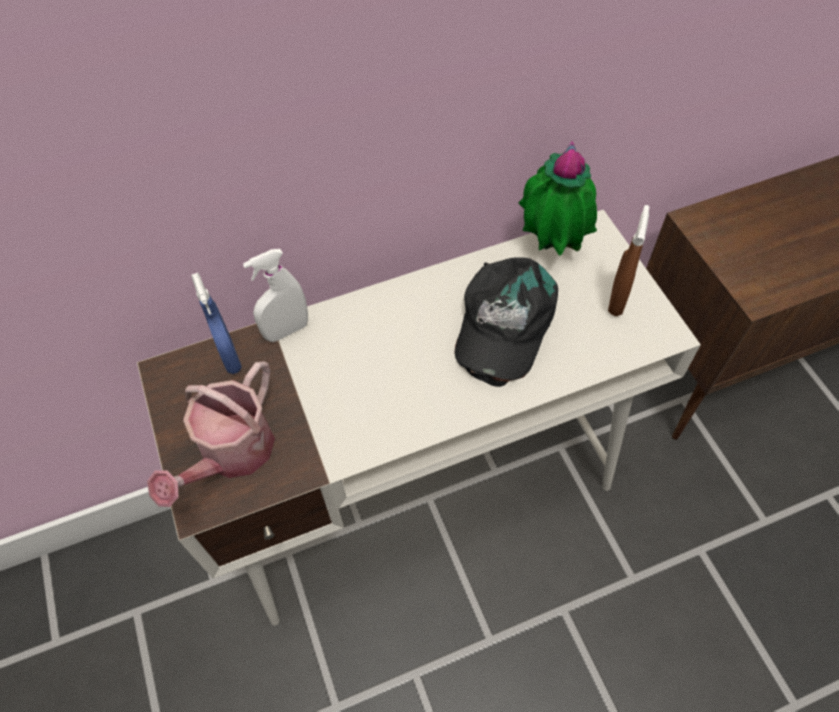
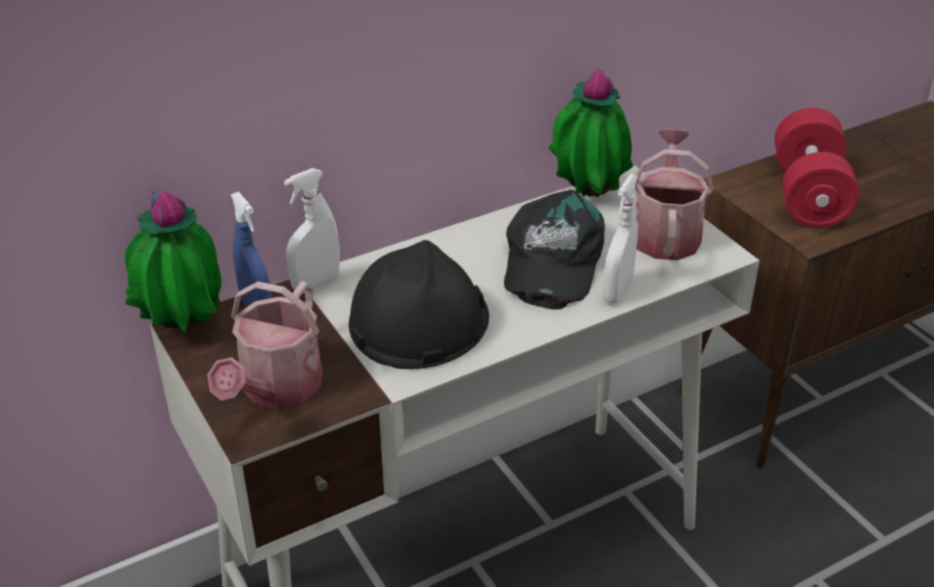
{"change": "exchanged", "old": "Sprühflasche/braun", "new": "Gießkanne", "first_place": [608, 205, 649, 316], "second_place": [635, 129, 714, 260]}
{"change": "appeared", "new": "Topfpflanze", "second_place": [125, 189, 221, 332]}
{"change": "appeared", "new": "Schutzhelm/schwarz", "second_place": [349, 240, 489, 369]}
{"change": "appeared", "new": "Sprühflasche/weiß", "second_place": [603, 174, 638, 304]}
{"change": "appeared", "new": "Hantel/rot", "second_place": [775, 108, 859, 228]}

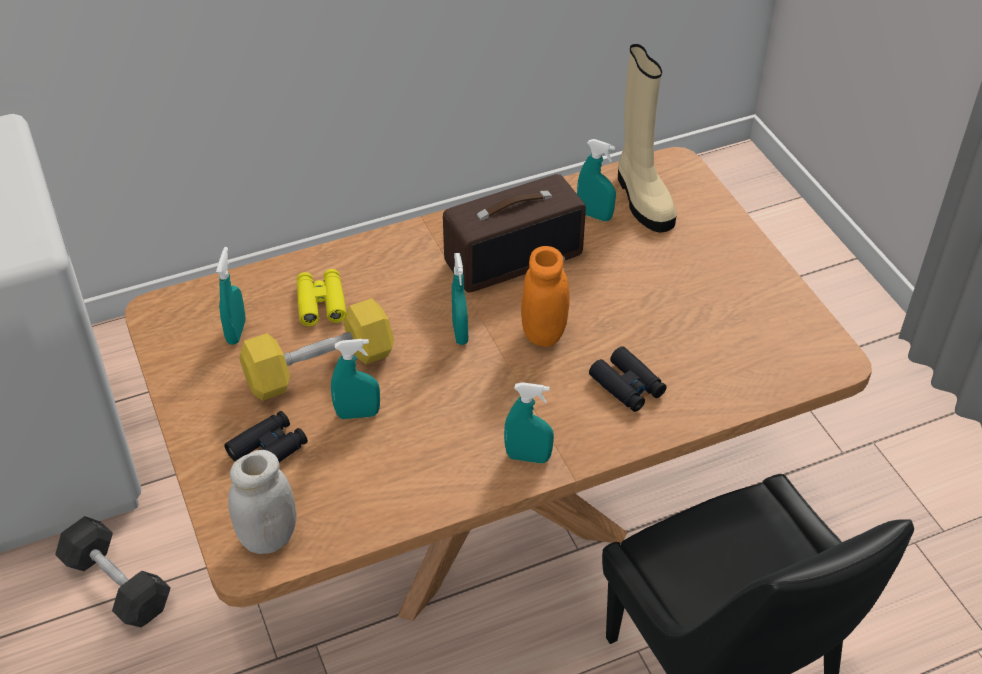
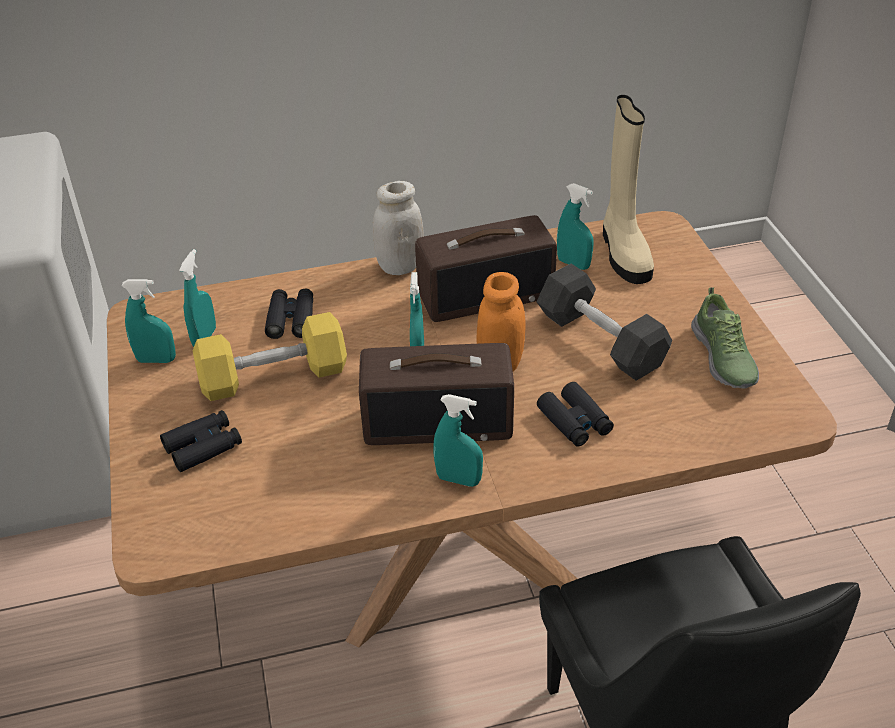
{"change": "relocated", "old": "Hantel/grau", "first_place": [55, 516, 171, 627], "second_place": [537, 263, 672, 381]}
{"change": "relocated", "old": "Vorratsglas/weiß", "first_place": [228, 450, 296, 554], "second_place": [373, 181, 424, 275]}
{"change": "colour", "old": "Fernglas/gelb", "new": "Fernglas/schwarz", "first_place": [297, 269, 346, 326], "second_place": [265, 289, 313, 339]}
{"change": "relocated", "old": "Sprühflasche/türkis", "first_place": [331, 339, 380, 419], "second_place": [121, 279, 176, 363]}
{"change": "appeared", "new": "Radio", "second_place": [359, 343, 514, 445]}
{"change": "appeared", "new": "Schuh", "second_place": [691, 287, 759, 389]}

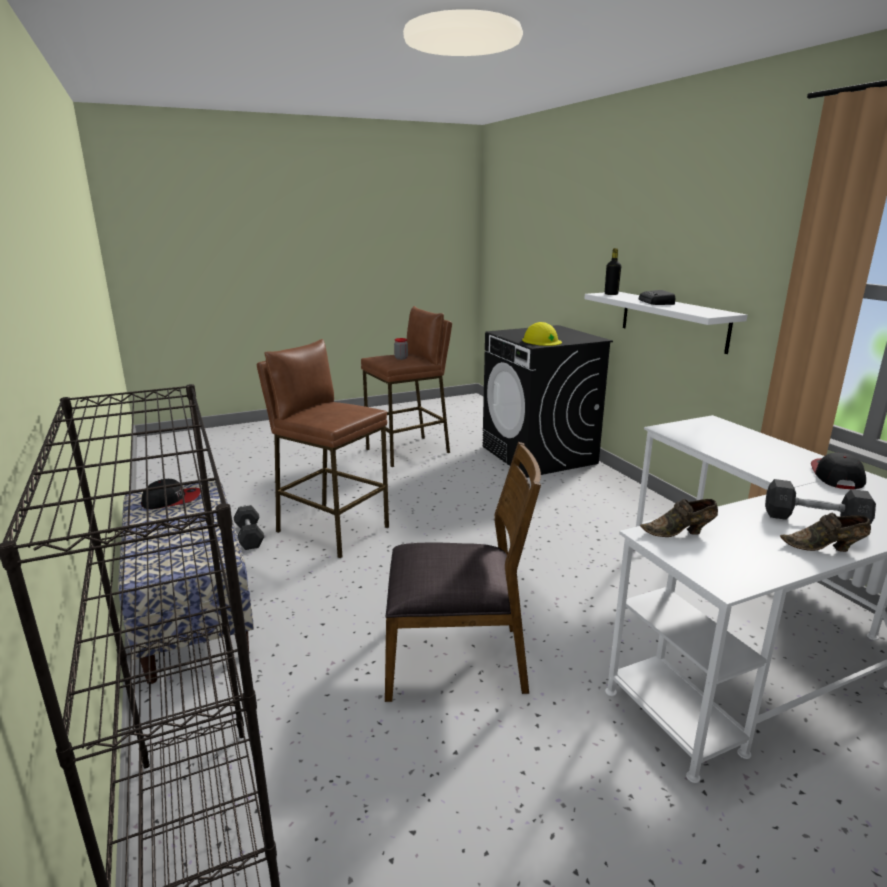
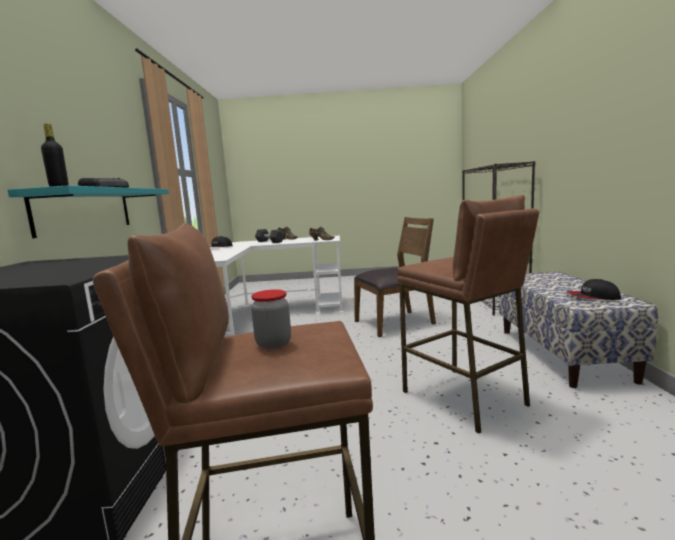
{"change": "missing", "old": "Hantel/grau", "first_place": [234, 505, 264, 550]}
{"change": "spun", "old": "Stuhl/braun", "first_place": [385, 442, 541, 702], "second_place": [354, 217, 436, 337], "degrees": 135}
{"change": "missing", "old": "Schutzhelm/gelb", "first_place": [522, 322, 562, 346]}
{"change": "colour", "old": "Wandregal/weiß", "new": "Wandregal/türkis", "first_place": [584, 292, 748, 354], "second_place": [8, 185, 169, 238]}

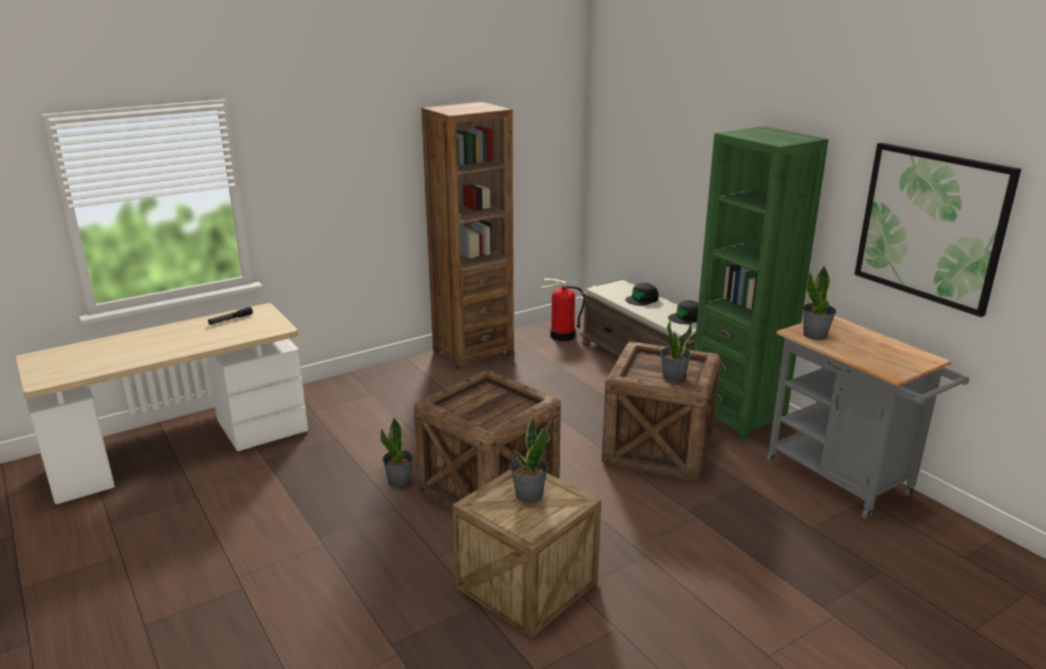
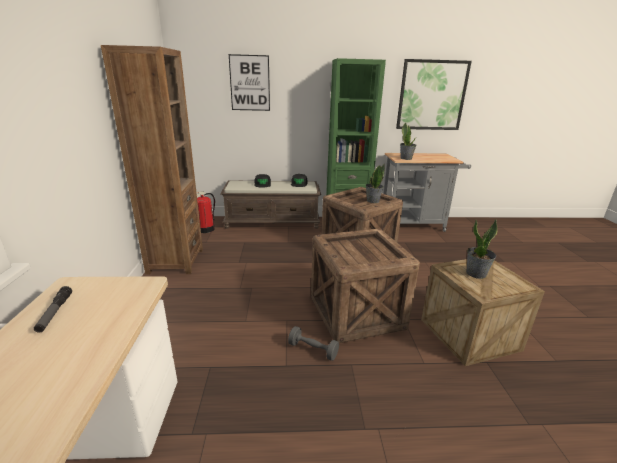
{"change": "exchanged", "old": "Topfpflanze", "new": "Hantel/grau", "first_place": [380, 417, 413, 487], "second_place": [288, 326, 339, 361]}
{"change": "appeared", "new": "Bild", "second_place": [229, 54, 270, 111]}

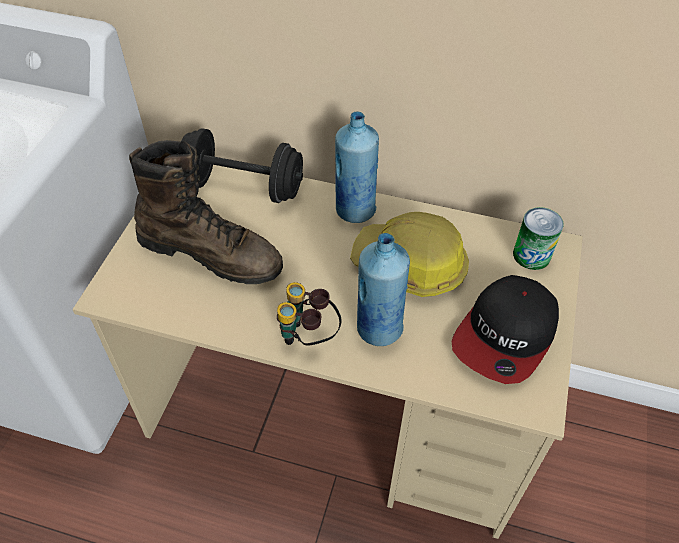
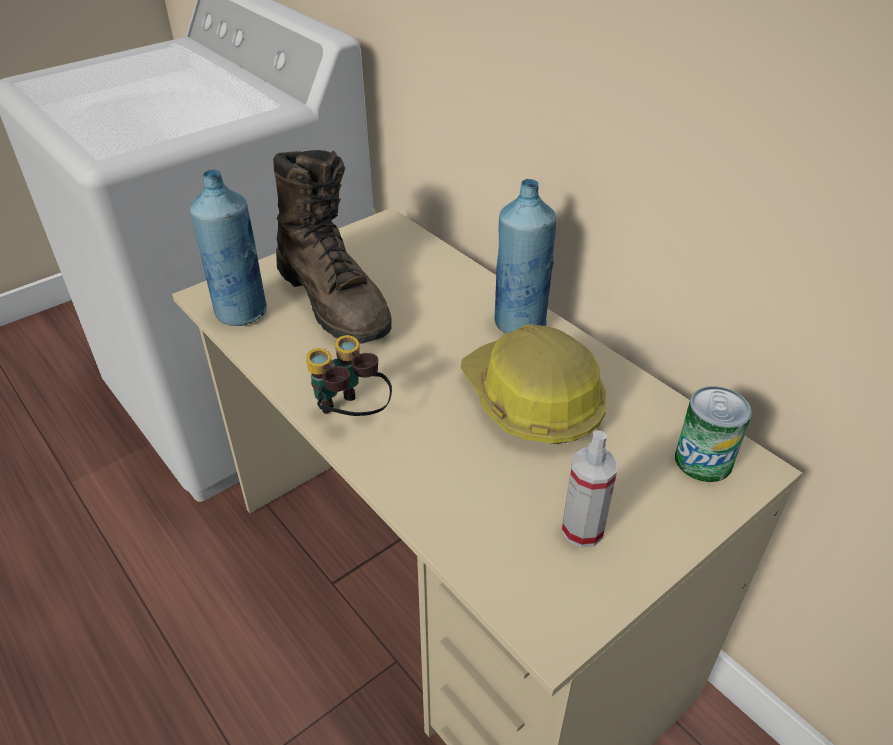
{"change": "missing", "old": "Hantel/schwarz", "first_place": [181, 128, 303, 203]}
{"change": "relocated", "old": "Flasche/blau", "first_place": [357, 233, 410, 346], "second_place": [190, 169, 267, 326]}
{"change": "exchanged", "old": "Kappe", "new": "Sprühflasche", "first_place": [452, 275, 559, 384], "second_place": [562, 430, 618, 548]}

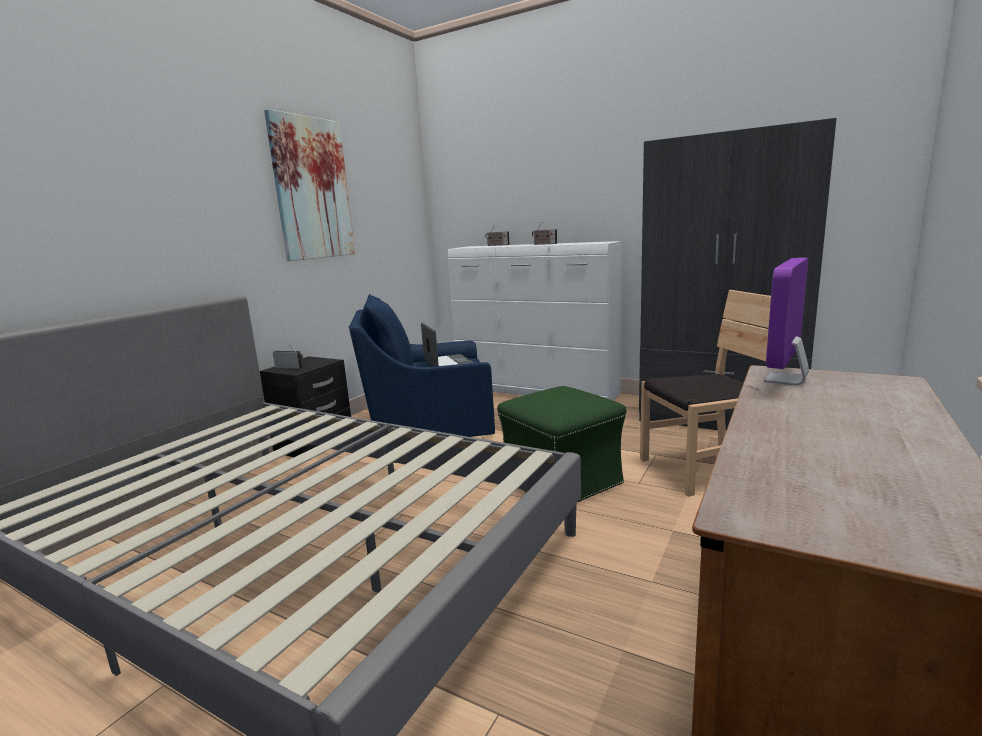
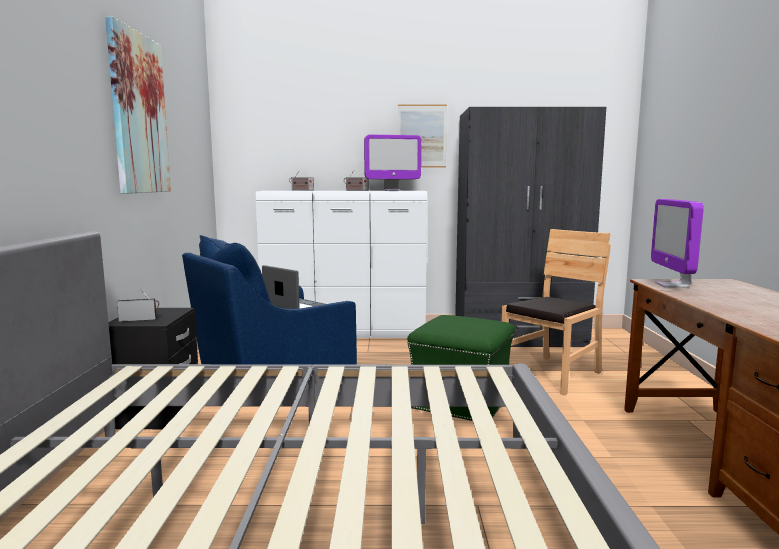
{"change": "appeared", "new": "Monitor", "second_place": [364, 135, 422, 191]}
{"change": "appeared", "new": "Bild", "second_place": [398, 104, 447, 167]}

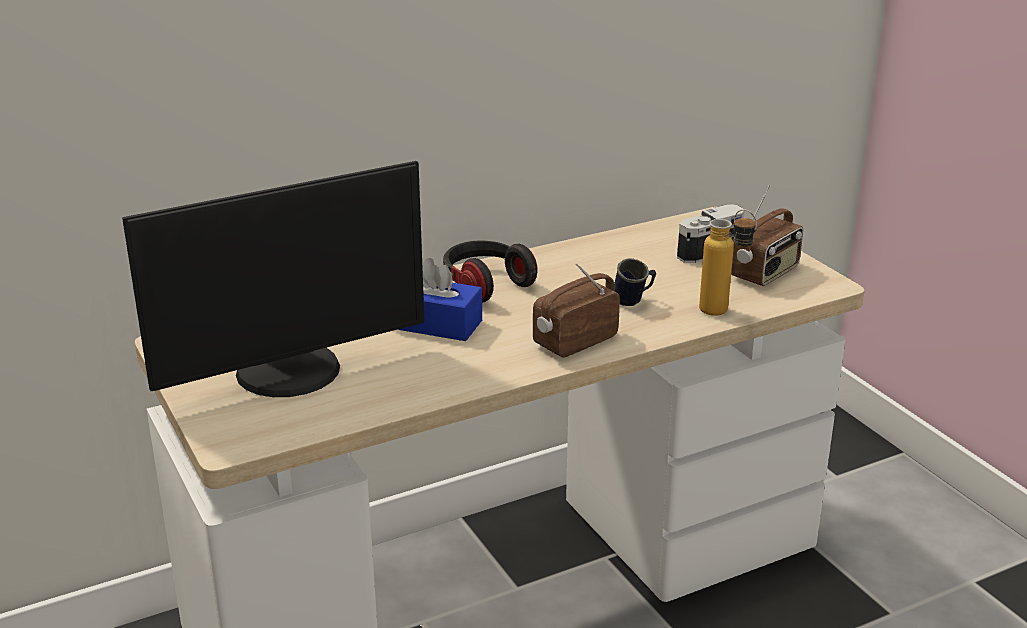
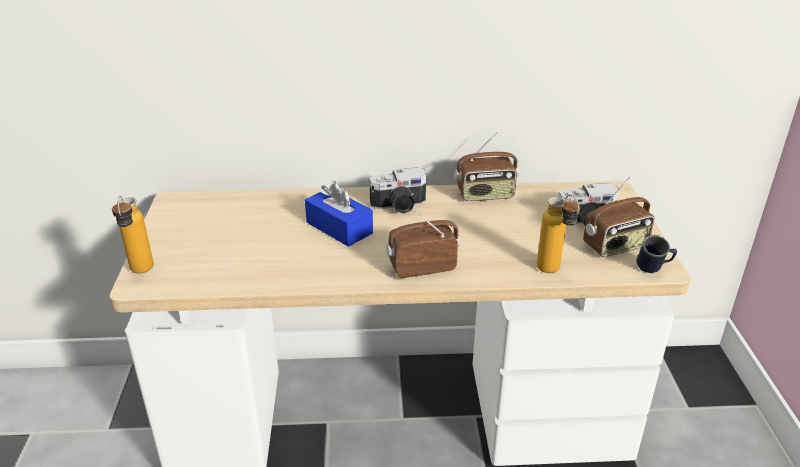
{"change": "missing", "old": "Monitor", "first_place": [122, 161, 425, 397]}
{"change": "exchanged", "old": "Kopfhörer", "new": "Kamera", "first_place": [443, 241, 538, 303], "second_place": [369, 167, 426, 214]}
{"change": "relocated", "old": "Henkelbecher/blau", "first_place": [614, 258, 656, 306], "second_place": [637, 235, 677, 273]}
{"change": "appeared", "new": "Flasche", "second_place": [112, 196, 154, 273]}
{"change": "appeared", "new": "Radio", "second_place": [455, 132, 519, 201]}

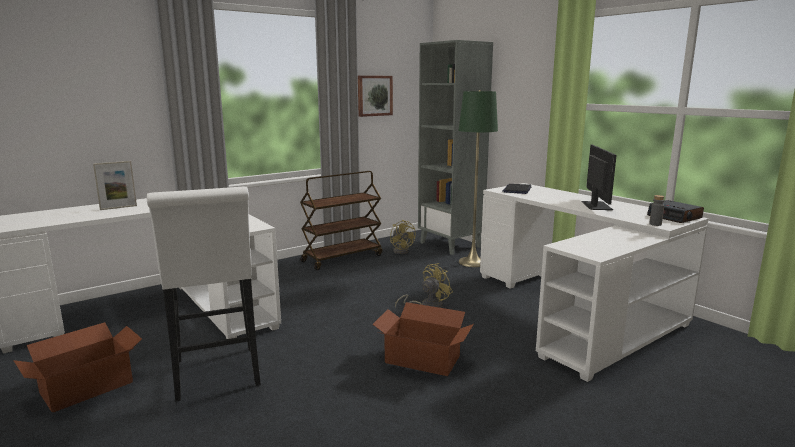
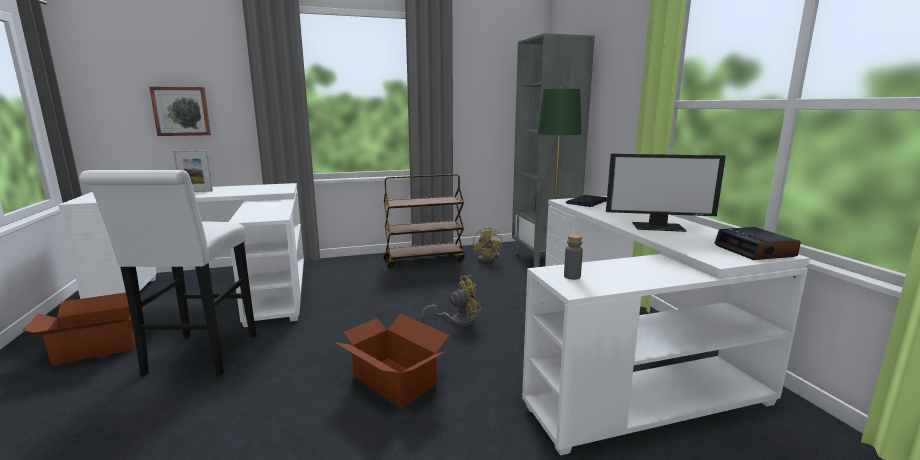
{"change": "relocated", "old": "Bild", "first_place": [358, 75, 393, 117], "second_place": [149, 87, 211, 136]}
{"change": "spun", "old": "Monitor", "first_place": [582, 145, 617, 210], "second_place": [606, 153, 726, 232], "degrees": 75}
{"change": "relocated", "old": "Flasche/grau", "first_place": [649, 195, 664, 226], "second_place": [564, 234, 583, 280]}

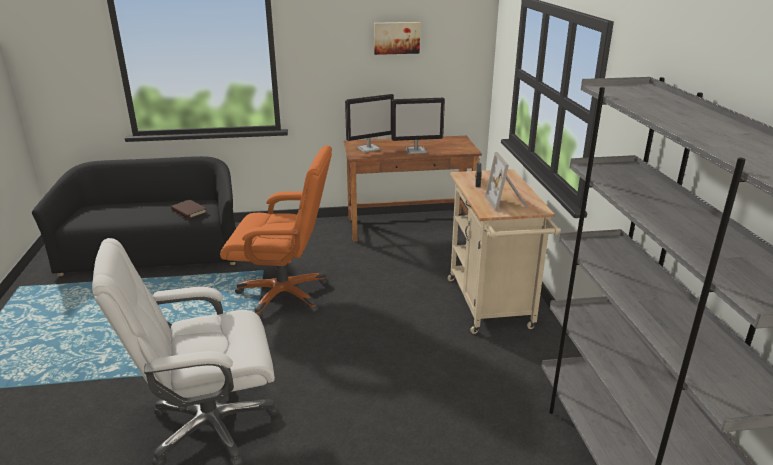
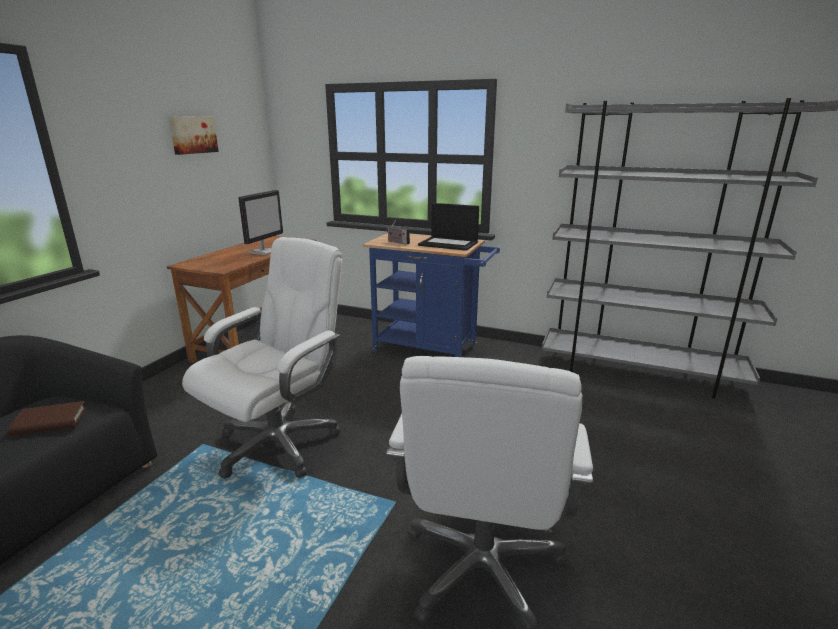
{"change": "colour", "old": "Bürostuhl/orange", "new": "Bürostuhl/weiß", "first_place": [220, 145, 332, 319], "second_place": [182, 237, 342, 479]}
{"change": "missing", "old": "Monitor", "first_place": [345, 94, 394, 153]}
{"change": "colour", "old": "Rollwagen/beige", "new": "Rollwagen/blau", "first_place": [447, 169, 561, 334], "second_place": [363, 233, 500, 357]}
{"change": "exchanged", "old": "Bilderrahmen", "new": "Laptop", "first_place": [485, 152, 528, 211], "second_place": [418, 203, 479, 251]}

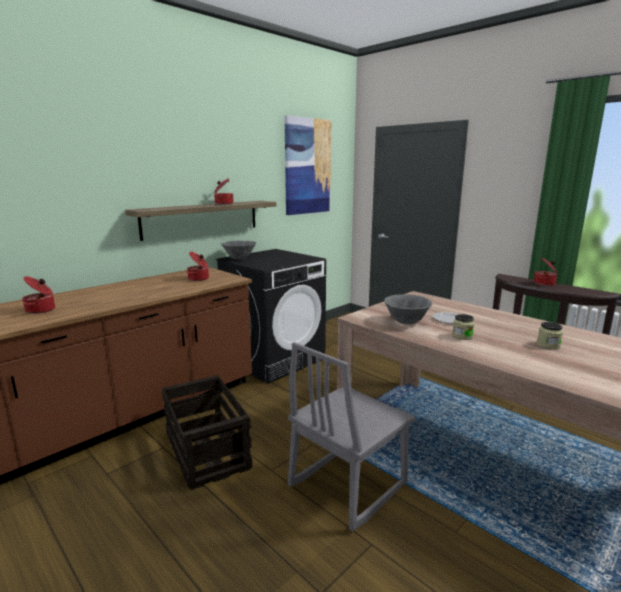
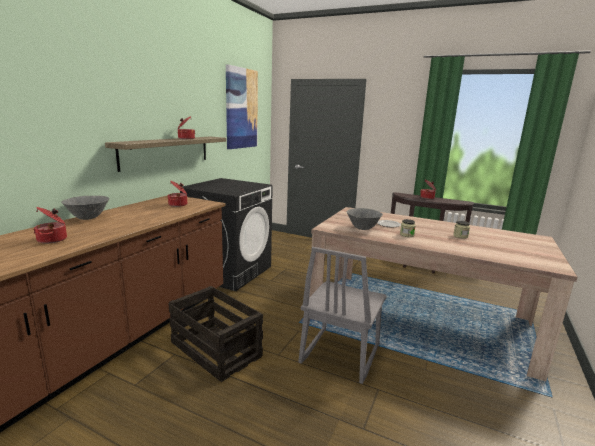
{"change": "relocated", "old": "Schüssel/grau", "first_place": [221, 241, 256, 260], "second_place": [61, 196, 109, 220]}

